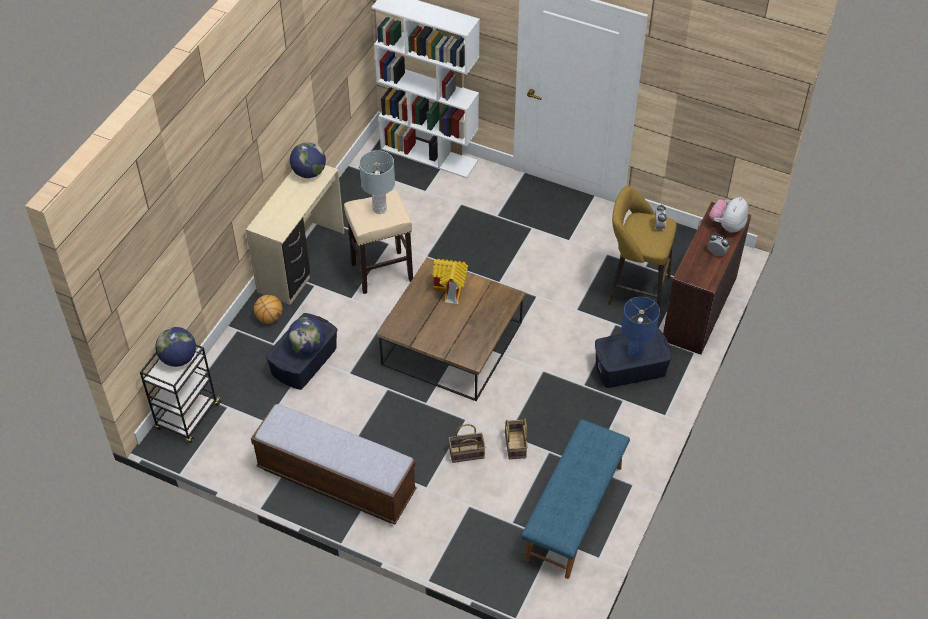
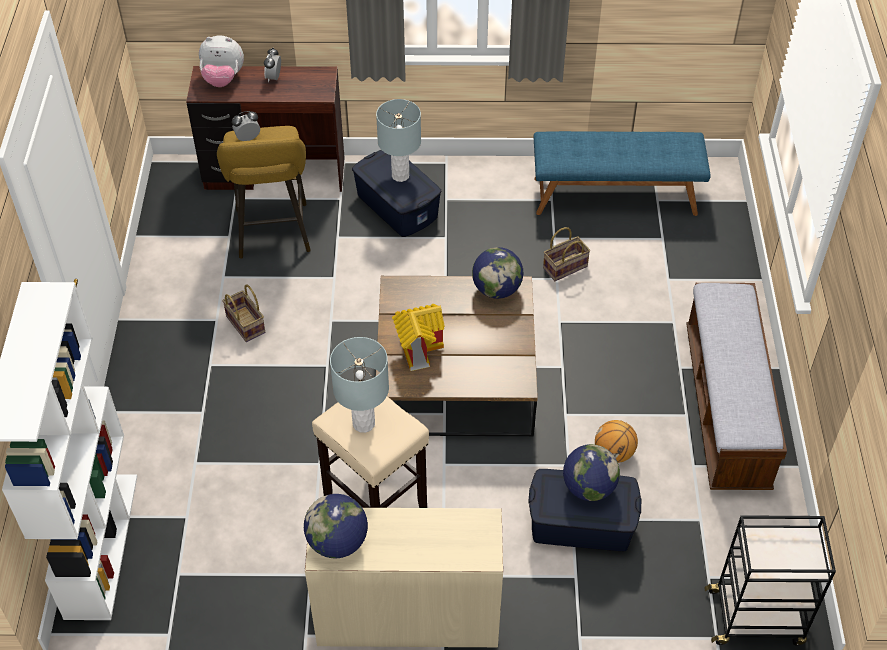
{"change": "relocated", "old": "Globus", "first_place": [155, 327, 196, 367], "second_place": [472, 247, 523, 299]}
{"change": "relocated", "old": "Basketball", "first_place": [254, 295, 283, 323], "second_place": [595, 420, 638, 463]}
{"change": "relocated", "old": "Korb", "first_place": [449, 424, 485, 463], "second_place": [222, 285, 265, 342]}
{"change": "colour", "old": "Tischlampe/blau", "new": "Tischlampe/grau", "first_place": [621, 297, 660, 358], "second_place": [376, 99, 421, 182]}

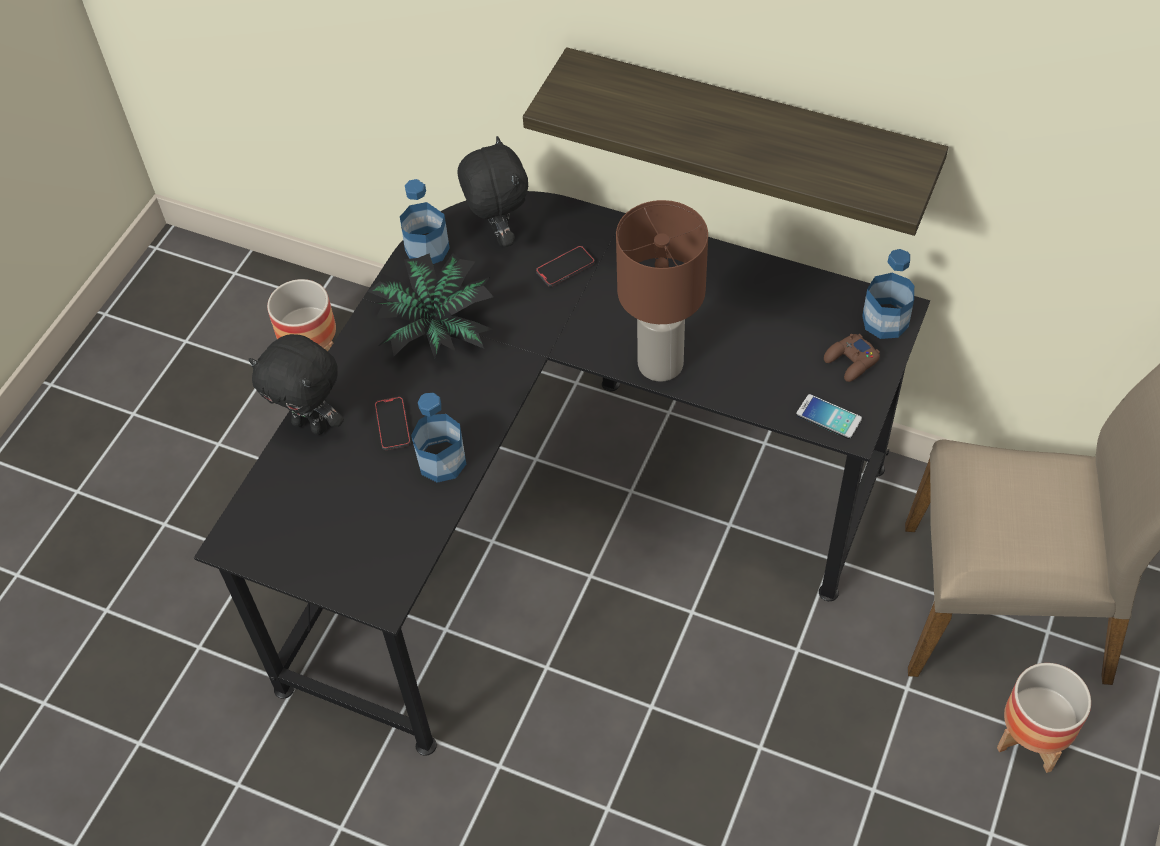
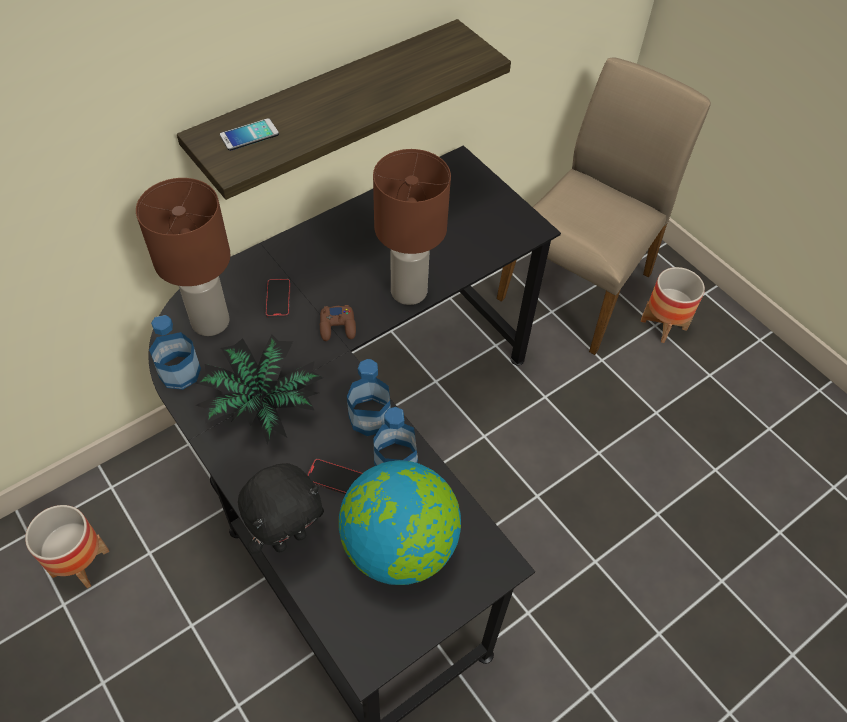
{"change": "exchanged", "old": "Plüschtier/schwarz", "new": "Tischlampe/braun", "first_place": [458, 136, 528, 247], "second_place": [136, 178, 230, 336]}
{"change": "relocated", "old": "Handy", "first_place": [796, 394, 862, 439], "second_place": [220, 118, 279, 151]}
{"change": "relocated", "old": "Gamepad/braun", "first_place": [824, 334, 880, 382], "second_place": [320, 305, 356, 341]}
{"change": "relocated", "old": "Flasche", "first_place": [862, 249, 914, 339], "second_place": [347, 359, 391, 436]}
{"change": "appeared", "new": "Globus", "second_place": [339, 460, 461, 585]}

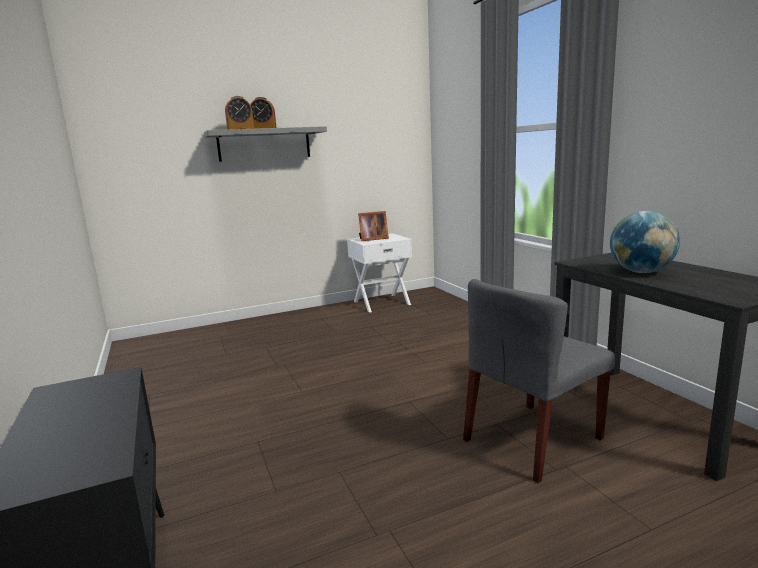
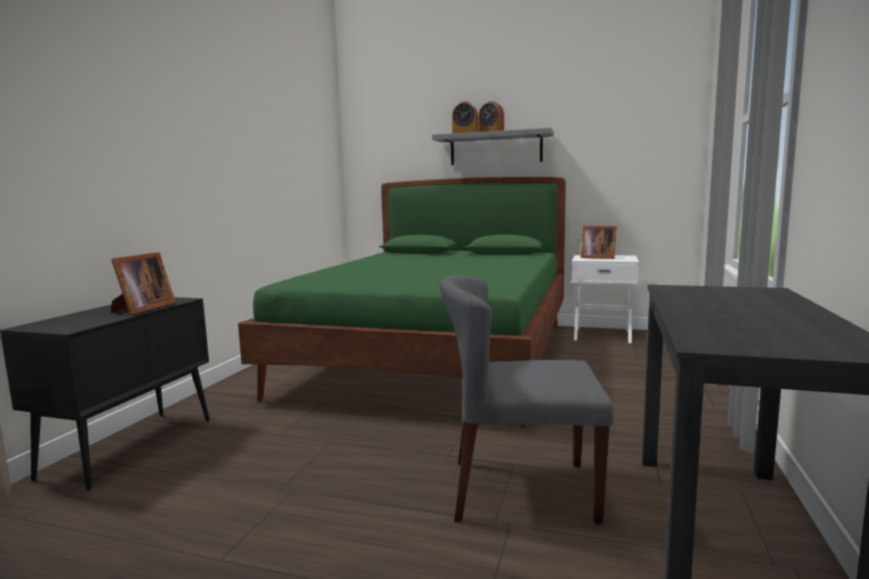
{"change": "missing", "old": "Globus", "first_place": [610, 211, 680, 273]}
{"change": "appeared", "new": "Bilderrahmen", "second_place": [111, 252, 176, 315]}
{"change": "appeared", "new": "Bett/grün", "second_place": [238, 177, 566, 428]}

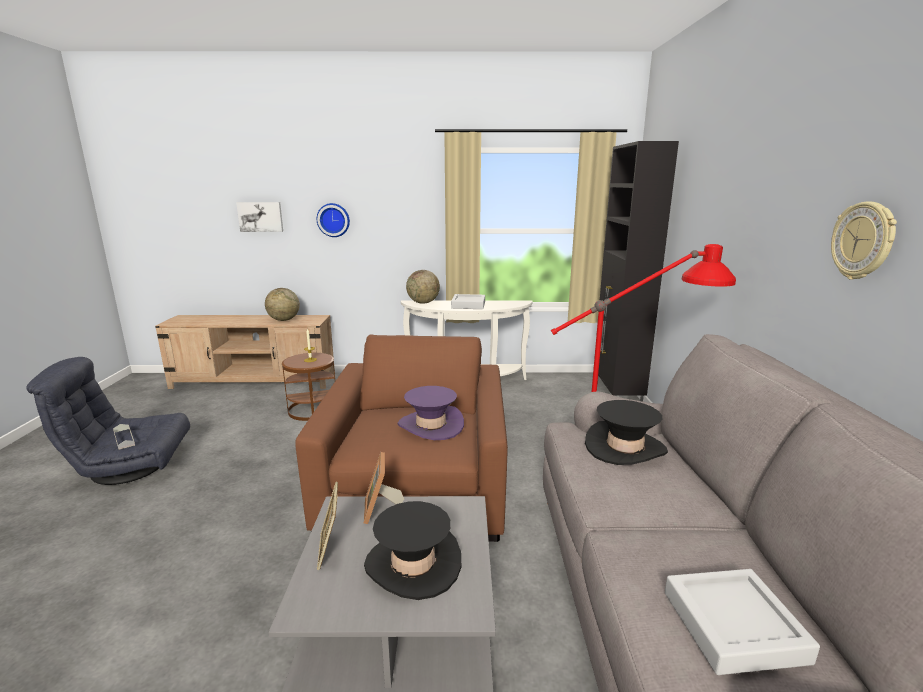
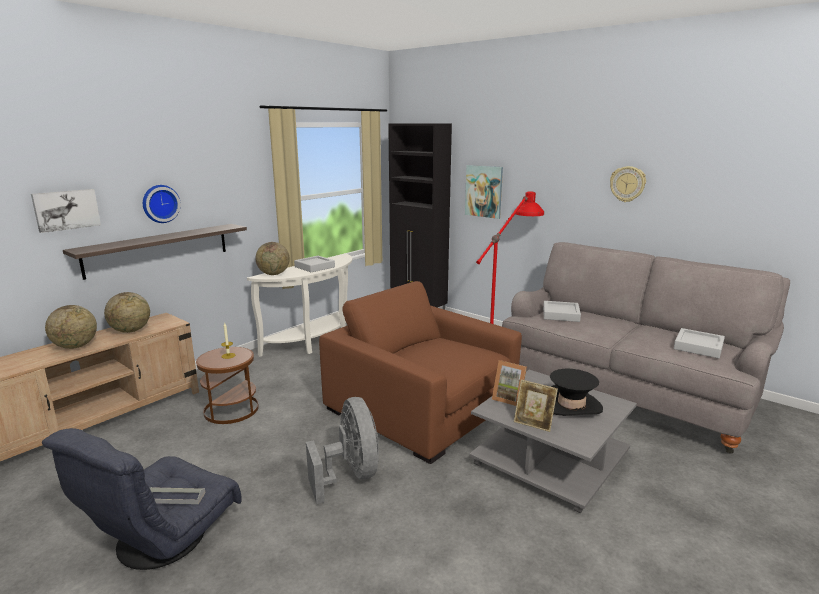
{"change": "missing", "old": "Hut/lila", "first_place": [398, 386, 464, 440]}
{"change": "exchanged", "old": "Hut/schwarz", "new": "Tablett/grau", "first_place": [585, 400, 668, 465], "second_place": [543, 301, 581, 322]}
{"change": "appeared", "new": "Globus", "second_place": [45, 305, 97, 349]}
{"change": "appeared", "new": "Wandregal", "second_place": [63, 224, 247, 280]}
{"change": "appeared", "new": "Ventilator/grau", "second_place": [306, 397, 379, 504]}
{"change": "appeared", "new": "Bild", "second_place": [465, 165, 503, 219]}

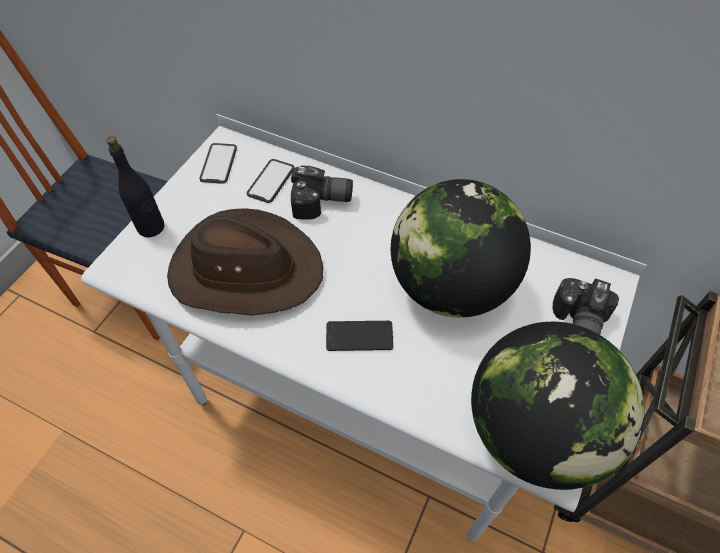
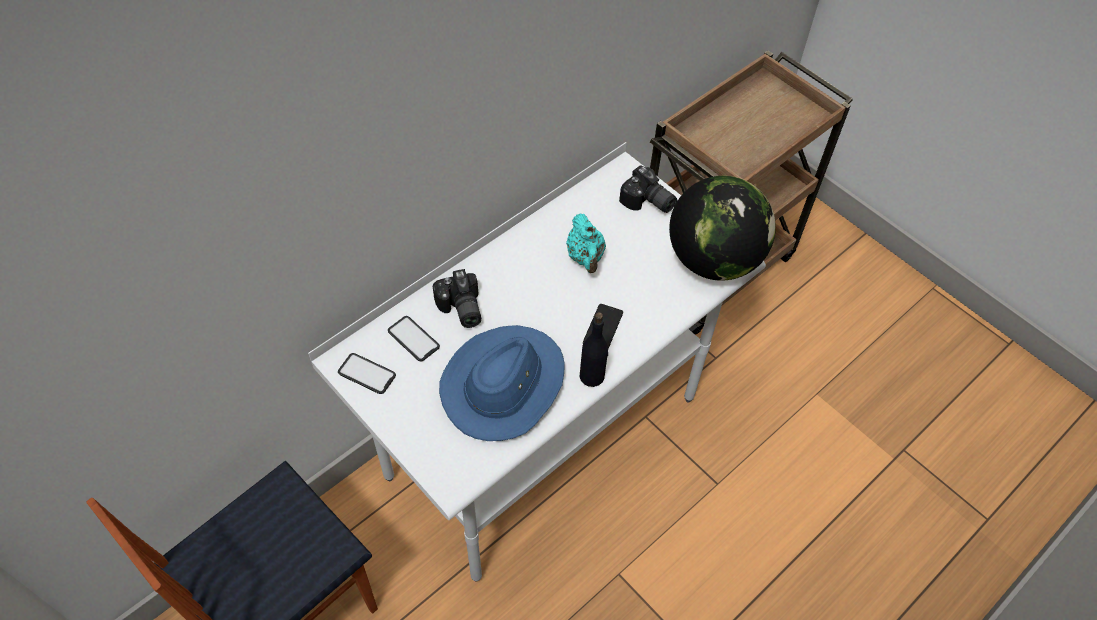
{"change": "relocated", "old": "Flasche/schwarz", "first_place": [106, 136, 165, 237], "second_place": [579, 312, 608, 387]}
{"change": "colour", "old": "Hut/braun", "new": "Hut/blau", "first_place": [167, 208, 323, 315], "second_place": [439, 325, 565, 441]}
{"change": "spun", "old": "Kamera", "first_place": [291, 165, 353, 220], "second_place": [433, 269, 481, 328], "degrees": 135}
{"change": "exchanged", "old": "Globus", "new": "Teekanne/türkis", "first_place": [391, 179, 531, 318], "second_place": [566, 213, 606, 273]}

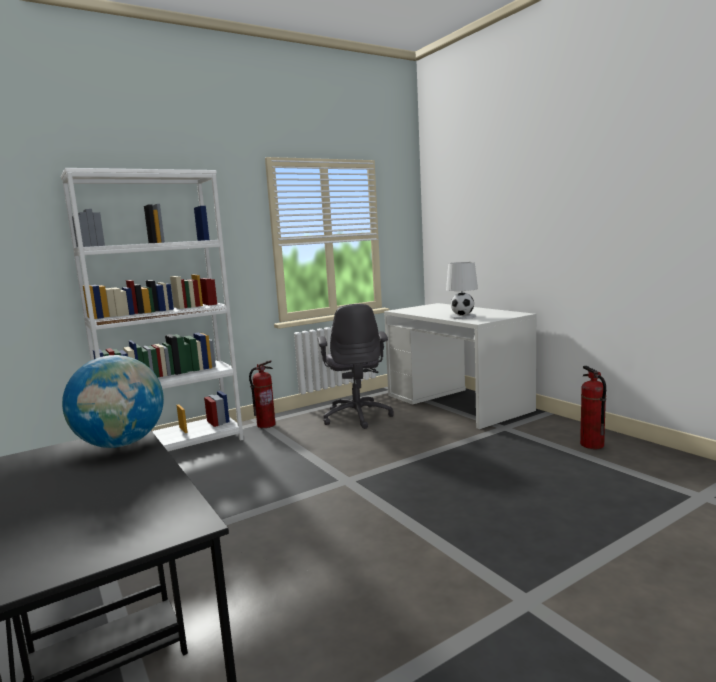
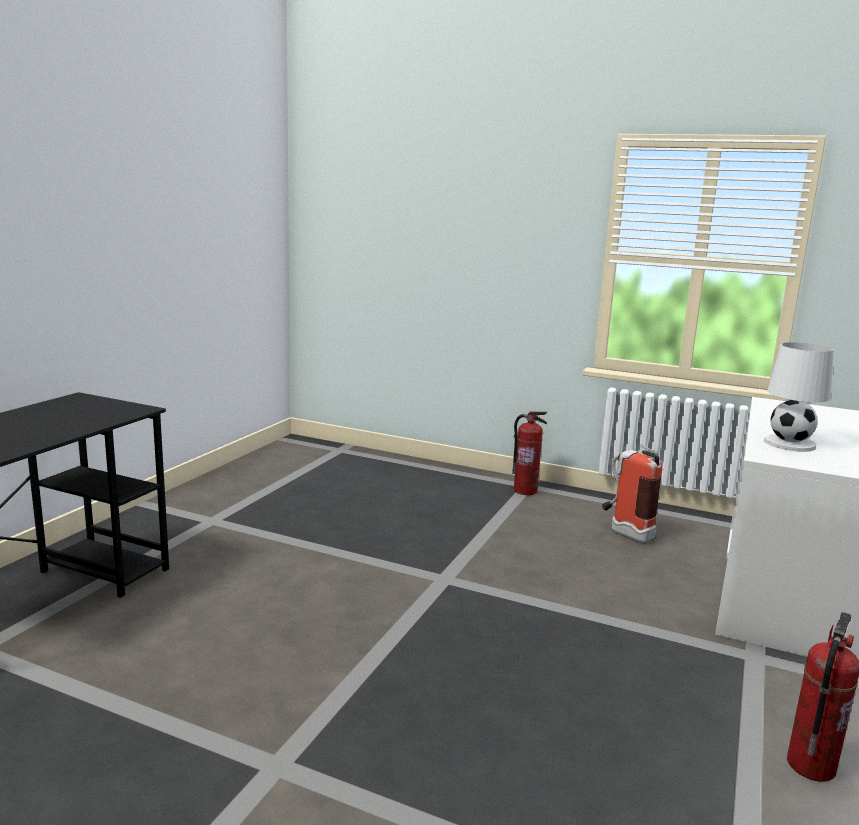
{"change": "missing", "old": "Bücherregal/weiß", "first_place": [61, 168, 244, 451]}
{"change": "missing", "old": "Globus", "first_place": [62, 355, 164, 448]}
{"change": "exchanged", "old": "Bürostuhl/grau", "new": "Feuerlöscher", "first_place": [318, 304, 394, 429], "second_place": [602, 444, 663, 543]}

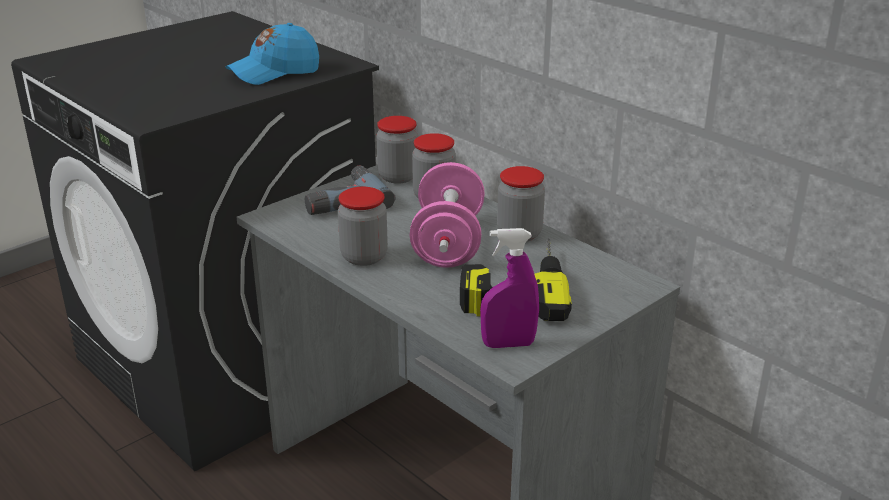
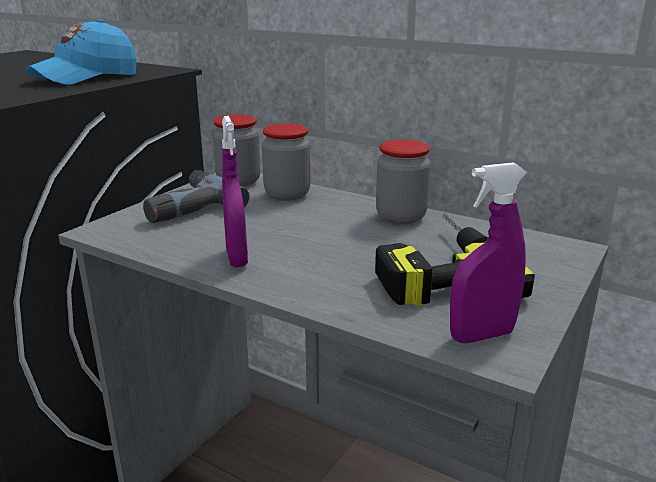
{"change": "exchanged", "old": "Vorratsglas", "new": "Sprühflasche/lila", "first_place": [338, 187, 388, 266], "second_place": [222, 116, 248, 267]}
{"change": "missing", "old": "Hantel/rosa", "first_place": [410, 162, 485, 268]}

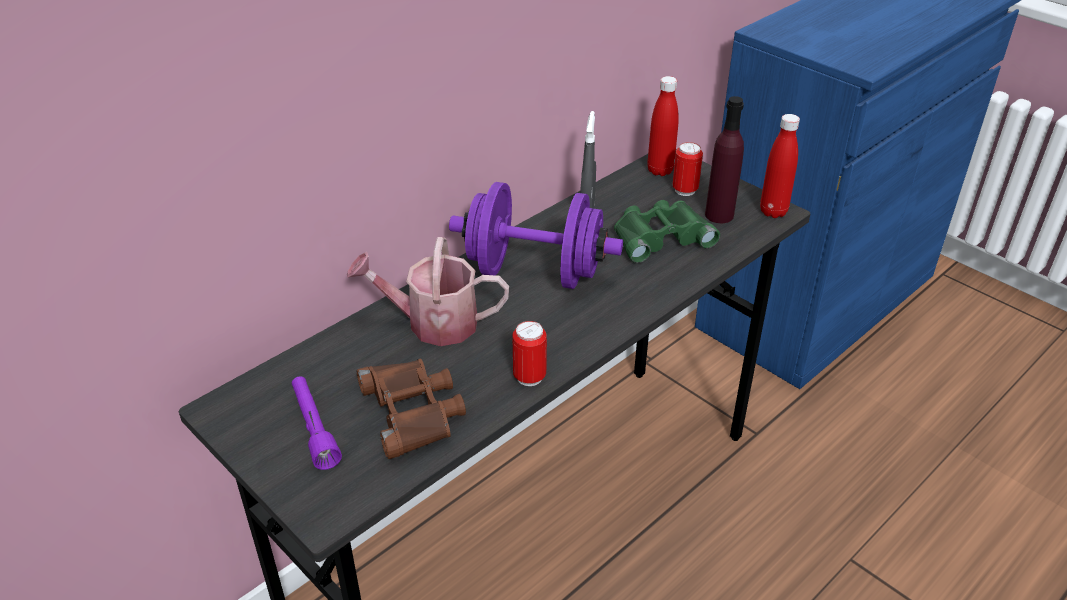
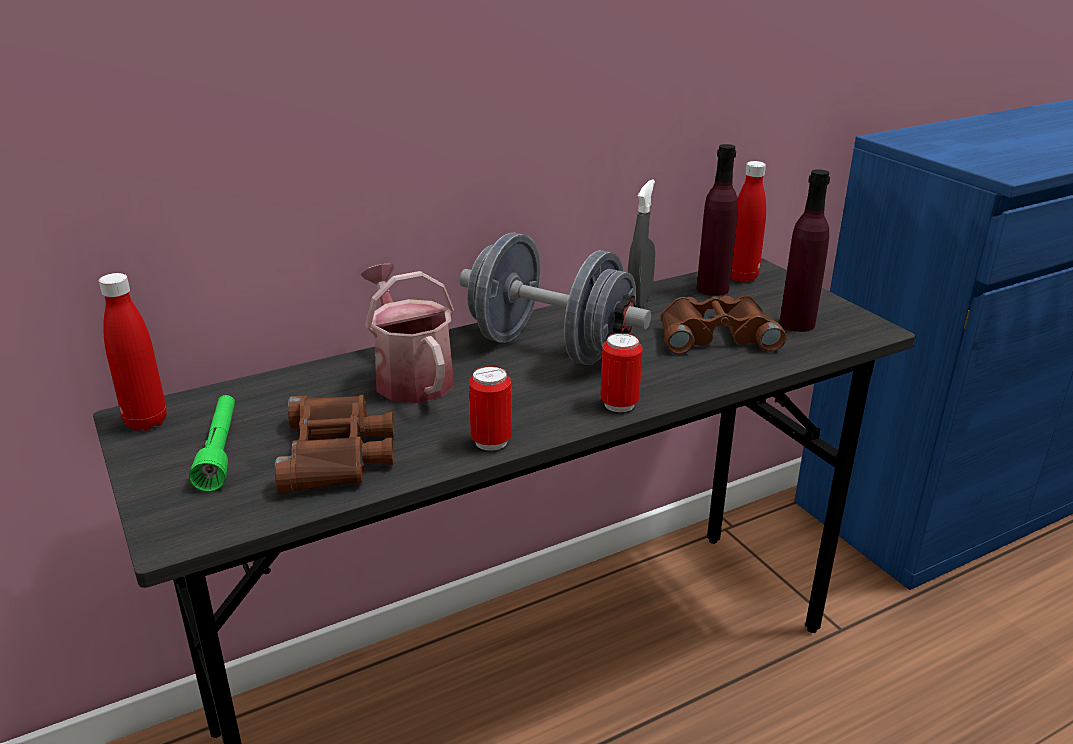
{"change": "colour", "old": "Taschenlampe/lila", "new": "Taschenlampe/grün", "first_place": [292, 376, 342, 470], "second_place": [189, 395, 235, 492]}
{"change": "spun", "old": "Gießkanne", "first_place": [347, 237, 509, 346], "second_place": [361, 264, 454, 403], "degrees": 45}
{"change": "colour", "old": "Hantel/lila", "new": "Hantel/grau", "first_place": [449, 182, 623, 289], "second_place": [459, 233, 651, 365]}
{"change": "colour", "old": "Fernglas/grün", "new": "Fernglas/braun", "first_place": [614, 200, 720, 263], "second_place": [660, 295, 787, 354]}
{"change": "relocated", "old": "Dose", "first_place": [673, 142, 703, 196], "second_place": [600, 333, 643, 412]}
{"change": "relocated", "old": "Flasche/rot", "first_place": [760, 114, 800, 218], "second_place": [99, 273, 167, 431]}
{"change": "appeared", "new": "Flasche/lila", "second_place": [697, 144, 738, 296]}

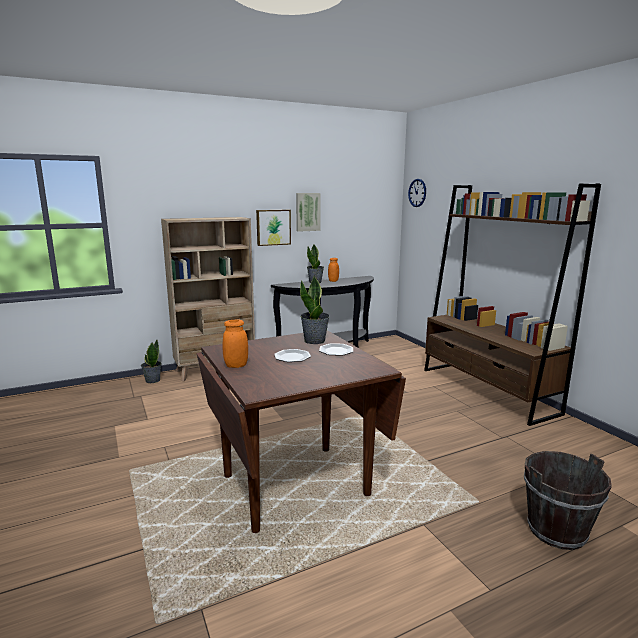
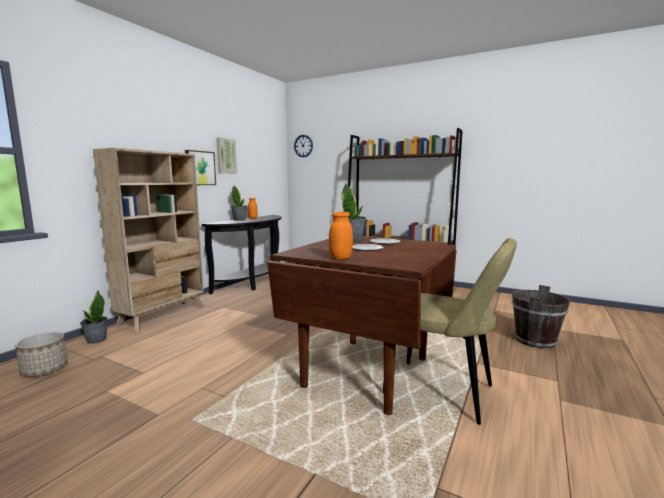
{"change": "appeared", "new": "Pflanzkübel", "second_place": [15, 332, 67, 377]}
{"change": "appeared", "new": "Stuhl/beige", "second_place": [383, 238, 517, 425]}

